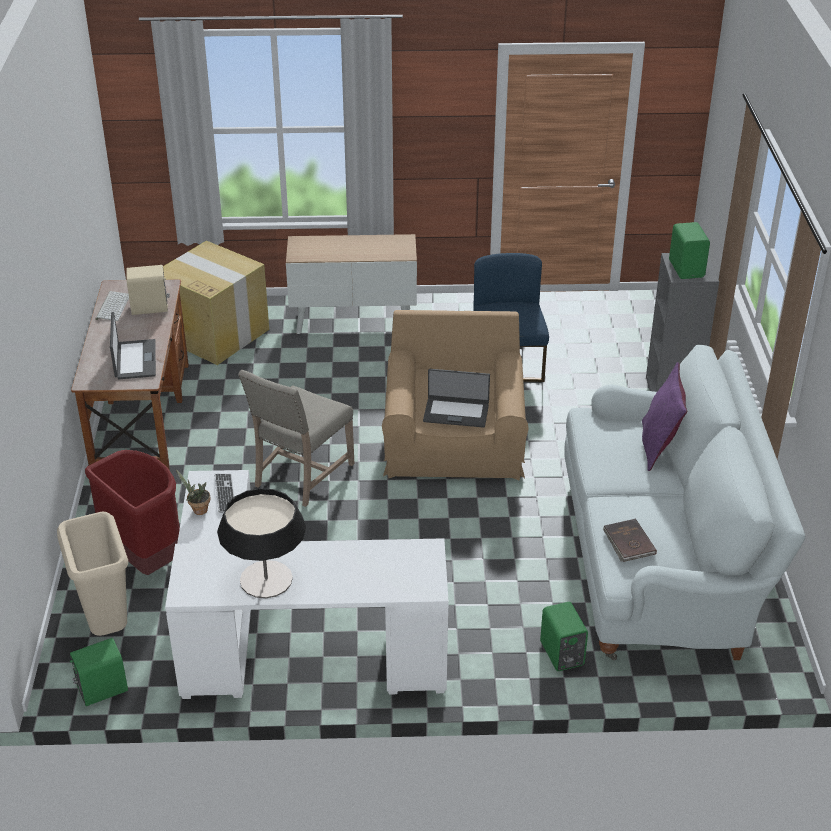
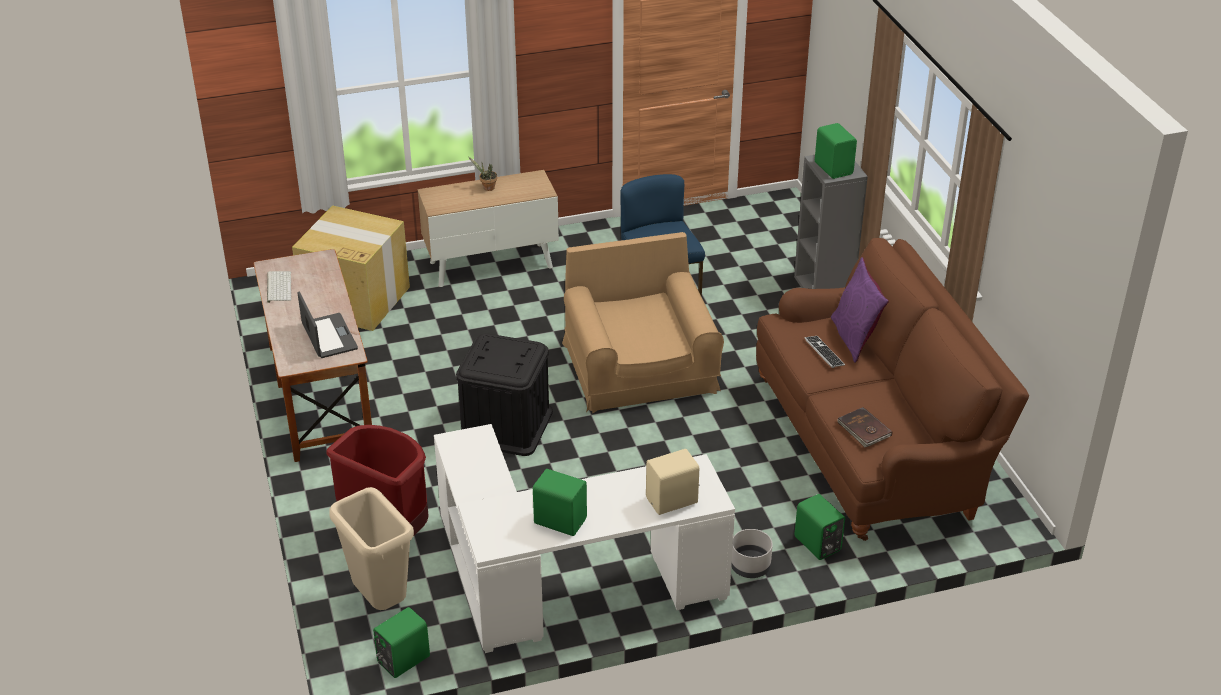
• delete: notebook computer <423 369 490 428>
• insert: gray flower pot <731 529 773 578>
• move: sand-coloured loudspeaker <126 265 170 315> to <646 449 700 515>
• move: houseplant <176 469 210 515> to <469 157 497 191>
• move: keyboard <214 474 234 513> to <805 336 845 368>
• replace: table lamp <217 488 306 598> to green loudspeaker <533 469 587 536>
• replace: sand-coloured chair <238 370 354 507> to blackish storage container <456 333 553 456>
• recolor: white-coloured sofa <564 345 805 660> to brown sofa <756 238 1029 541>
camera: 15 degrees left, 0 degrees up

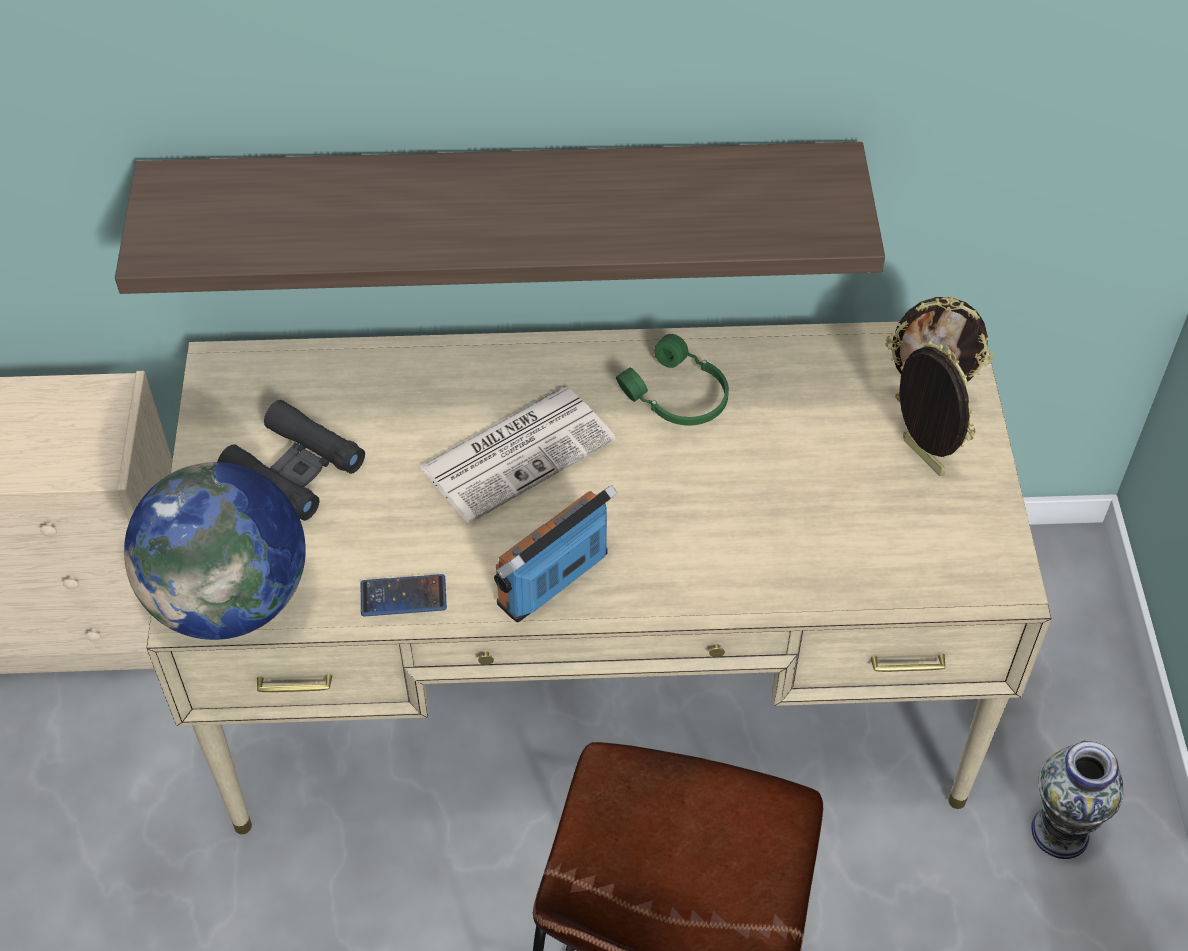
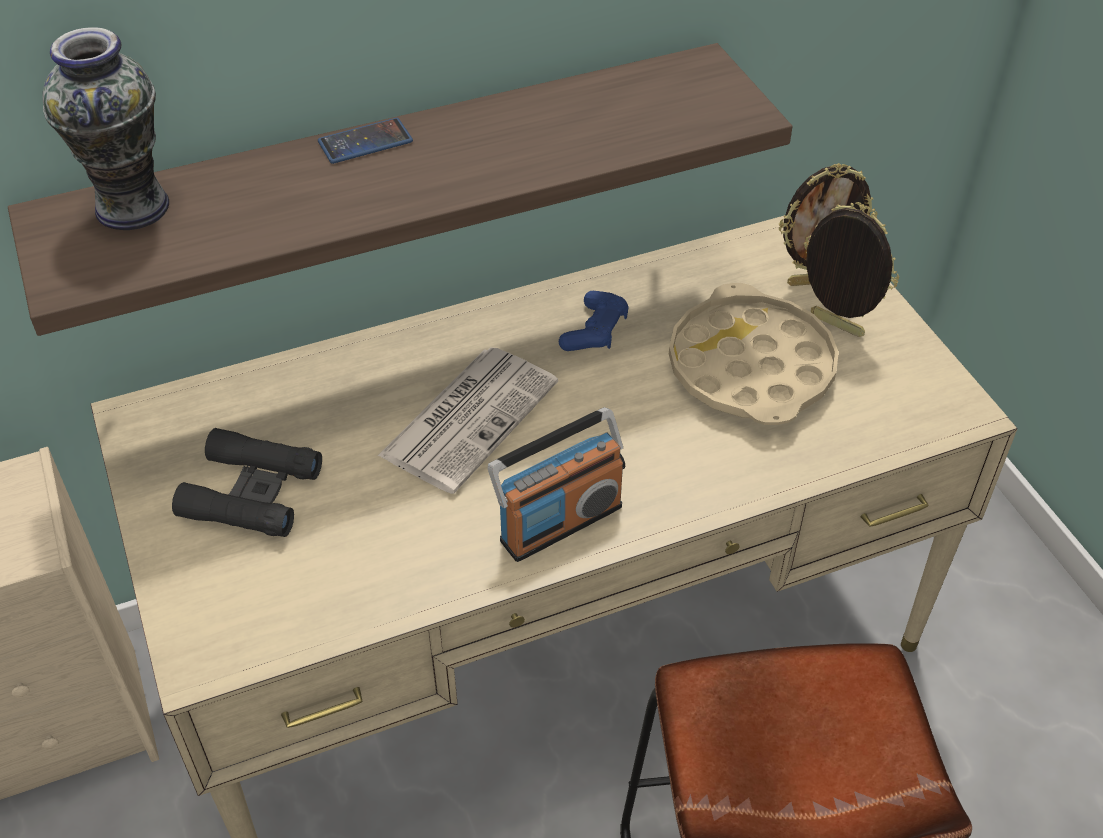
• delete: world globe <124 462 306 640>
• insert: sand-coloured serving tray <669 283 839 425>
• move: phone <361 574 447 617> to <318 118 413 164>
• move: decorative vase <1031 741 1123 859> to <43 27 169 230>
• replace: green headphones <616 334 729 425> to blue gamepad <559 291 628 351>
• rotate: radio receiver <494 485 618 622> = <488 407 625 562> 150 degrees counterclockwise
camera: 20 degrees left, 5 degrees down

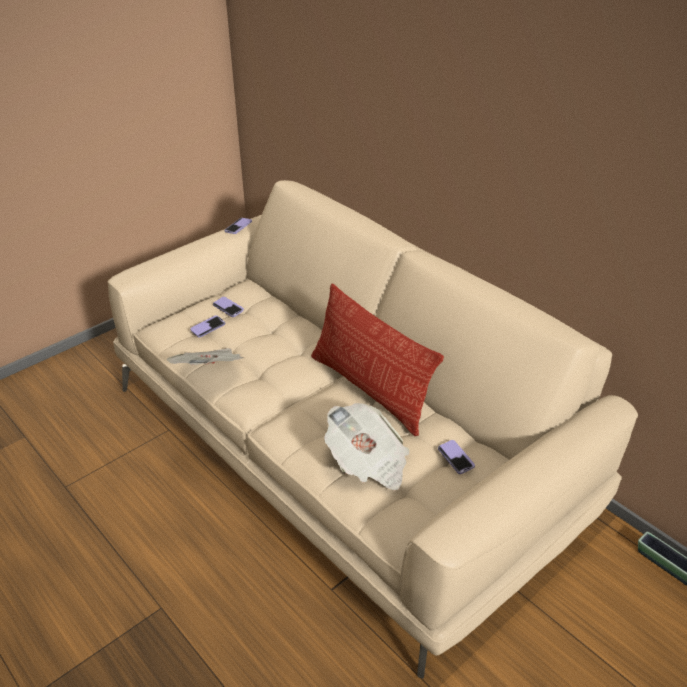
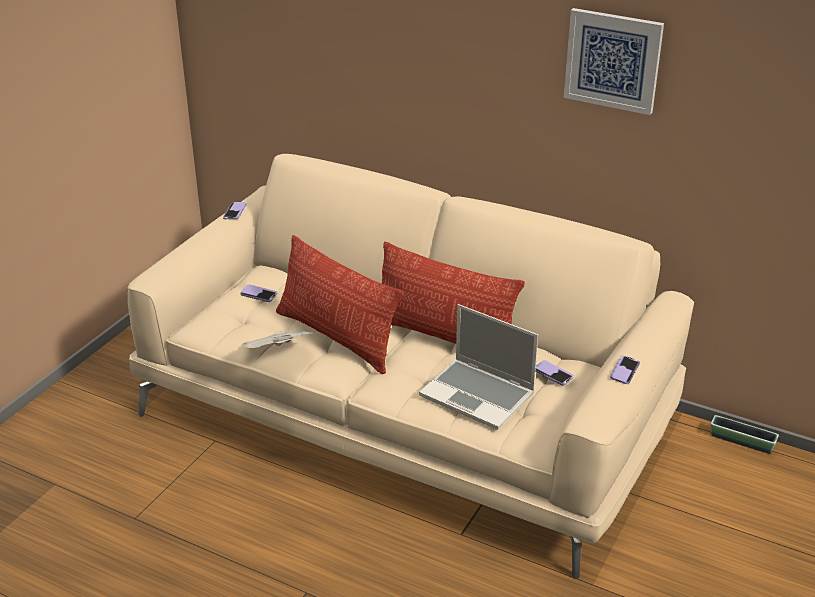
• insert: cushion <276 235 404 374>
• insert: wall art <564 8 664 115>
• move: phone <190 315 225 337> to <610 355 640 384>
• replace: newspaper <324 403 410 490> to notebook computer <419 304 538 430>
camera: 20 degrees left, 5 degrees down

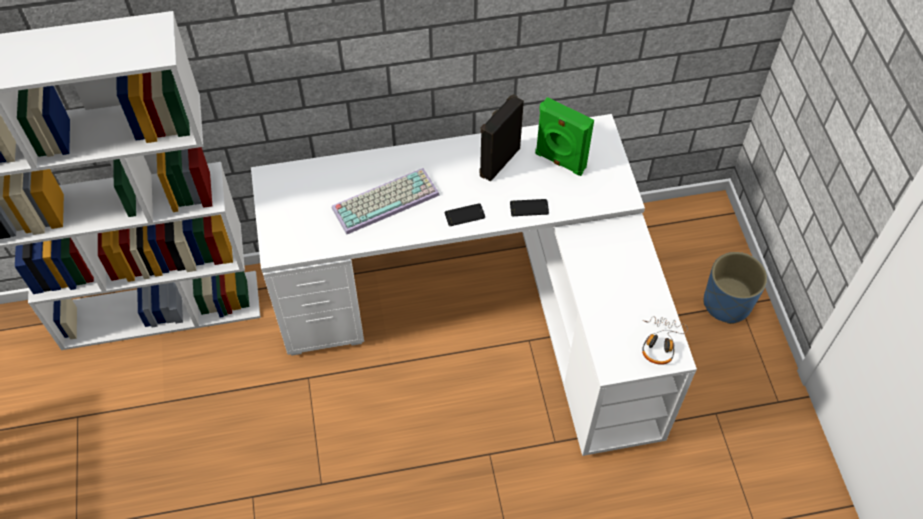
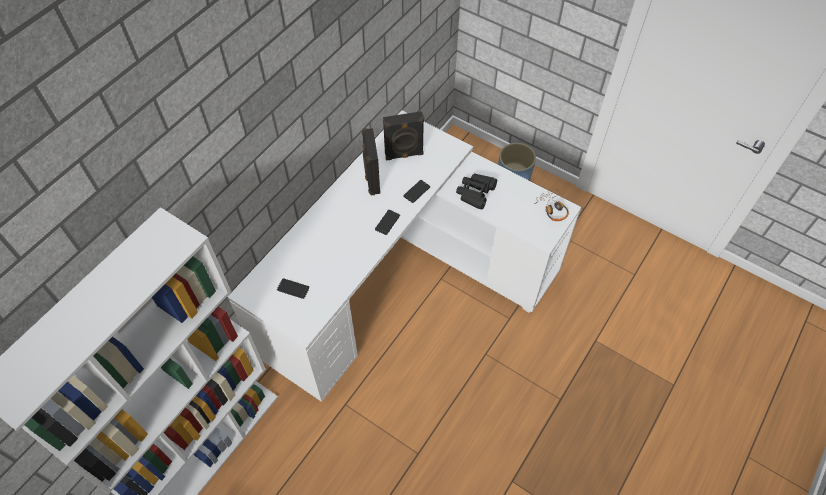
• delete: keyboard <332 168 439 235>
• insert: phone <277 278 309 299>
• insert: blackish binoculars <456 173 497 210>
• recolor: green loudspeaker <535 97 594 176> to blackish loudspeaker <383 111 424 160>
camera: 45 degrees left, 0 degrees up

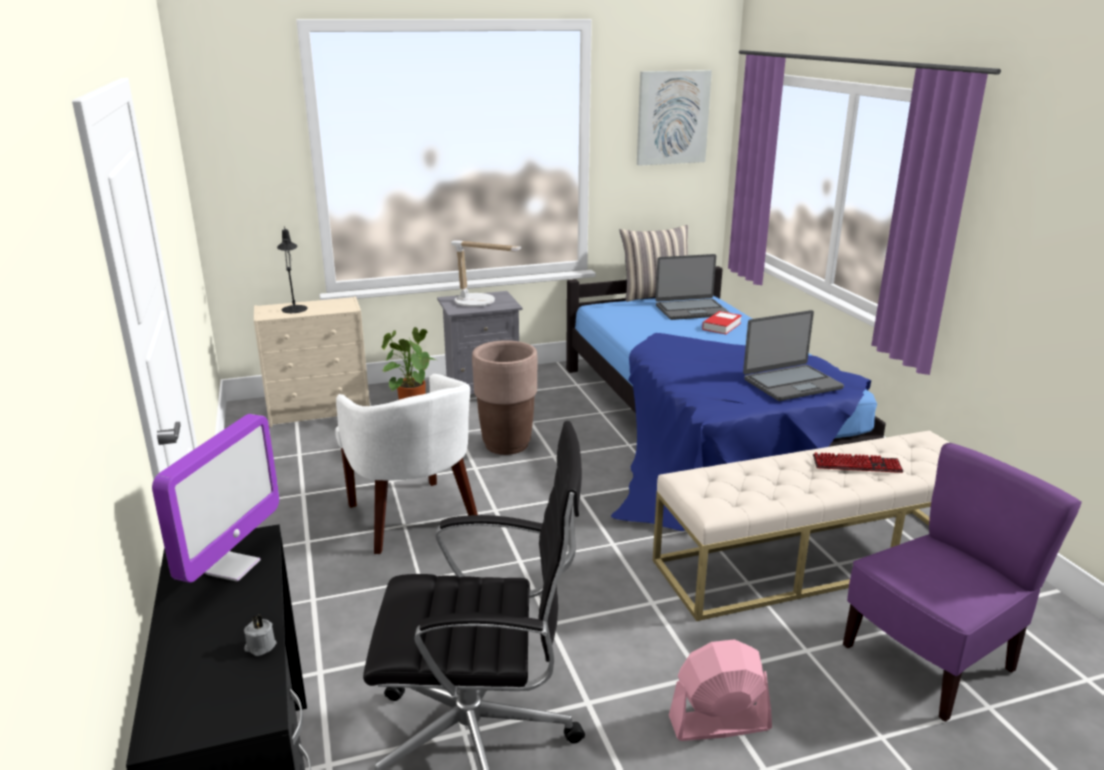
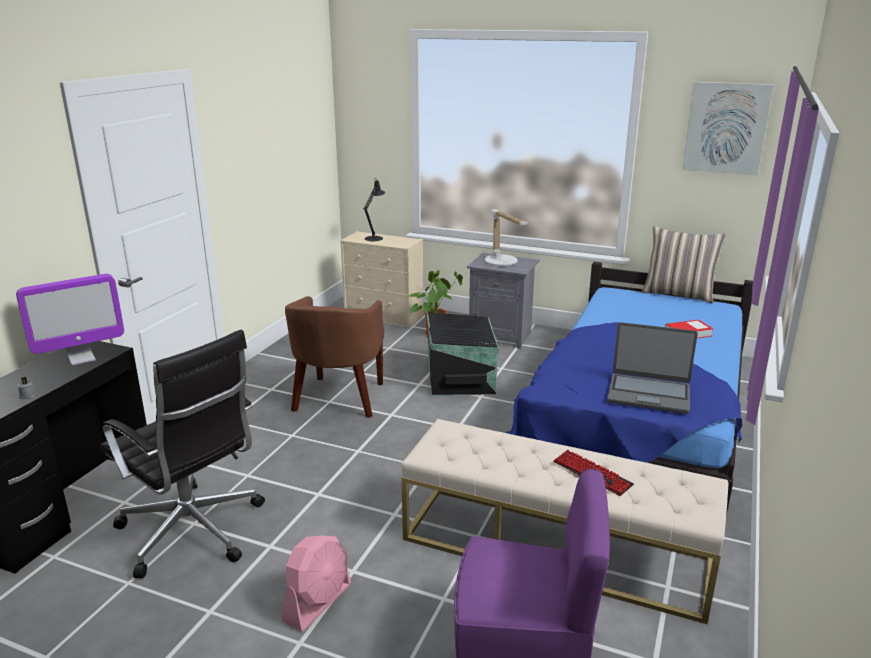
• delete: notebook computer <655 254 730 320>
• replace: brown flower pot <472 340 538 455> to blackish storage container <427 313 499 396>
• recolor: white-coloured lounge chair <335 374 478 554> to brown lounge chair <285 296 384 418>
• rotate: pink-coloured electric fan <669 639 772 741> = <282 536 351 631> 90 degrees clockwise
camera: 40 degrees right, 0 degrees up

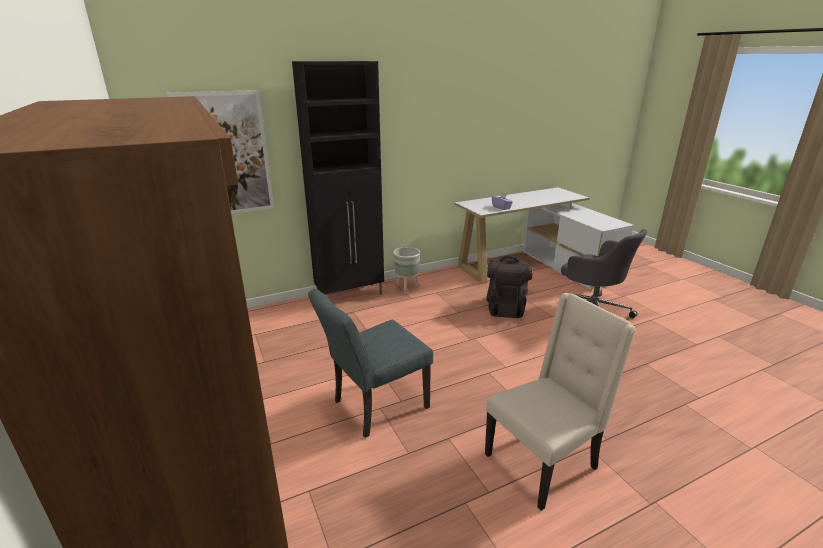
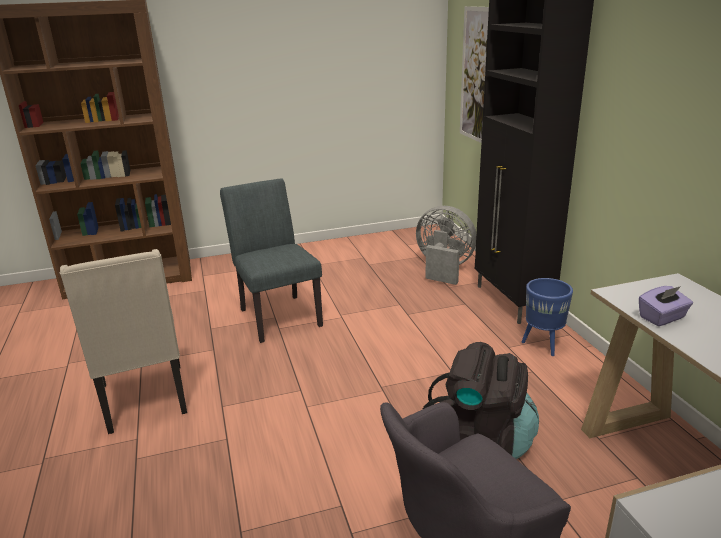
• insert: gray electric fan <416 206 476 285>
• recolor: gray flower pot <393 247 420 294> to blue flower pot <521 278 573 356>
camera: 100 degrees right, 0 degrees up

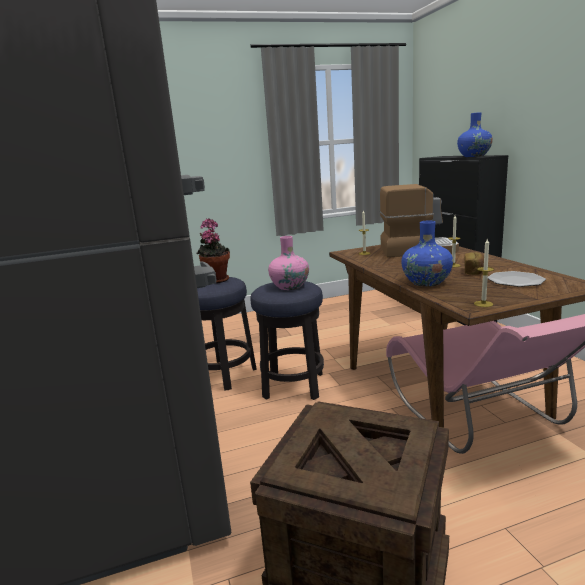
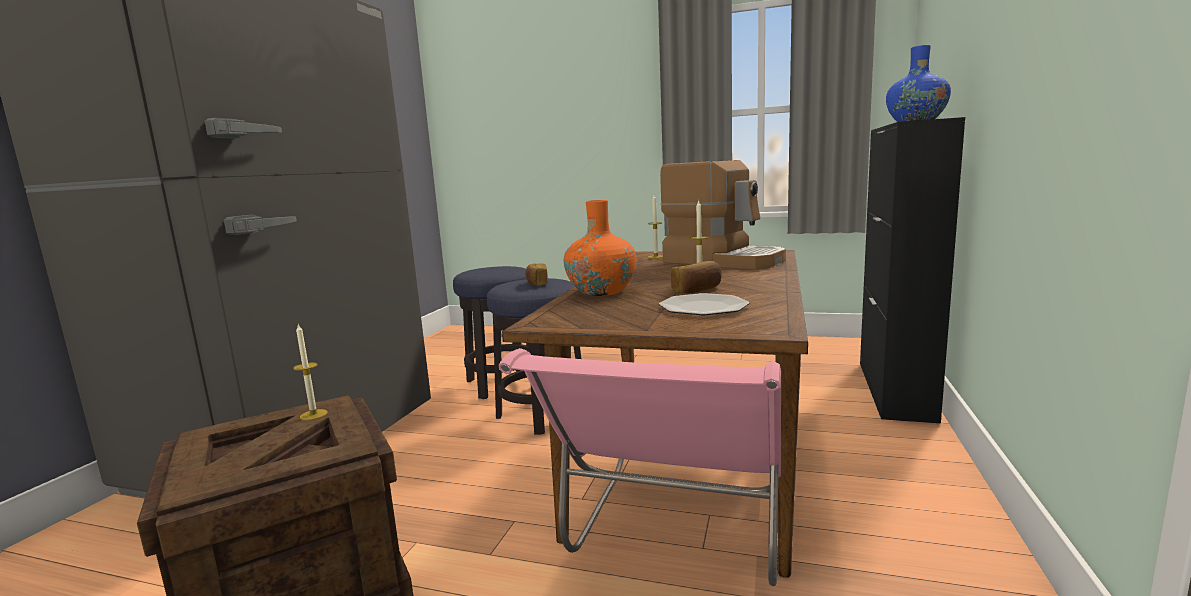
• delete: houseplant <196 218 230 283>
• move: wax light <474 238 494 307> to <293 324 328 420>
• replace: pink-coloured decorative vase <268 236 309 290> to bread <525 263 548 286>
• recolor: blue decorative vase <402 221 453 287> to orange-coloured decorative vase <564 200 636 296>
camera: 35 degrees right, 5 degrees down

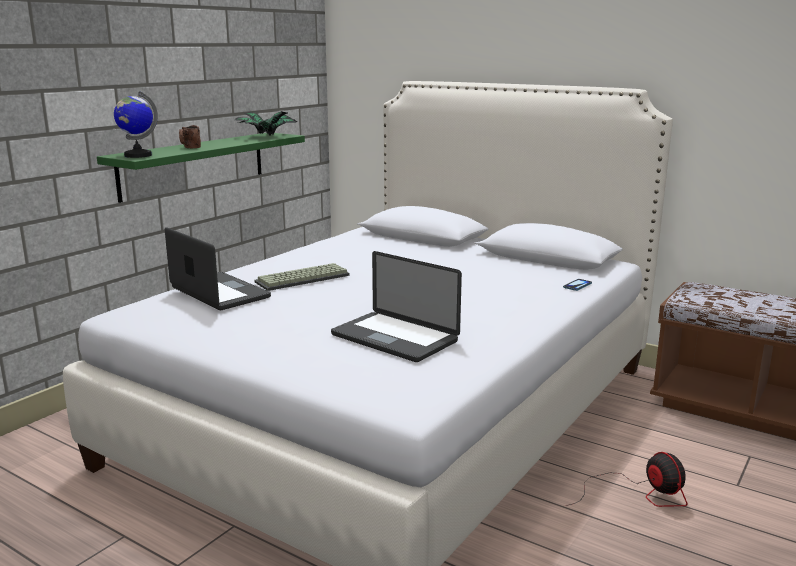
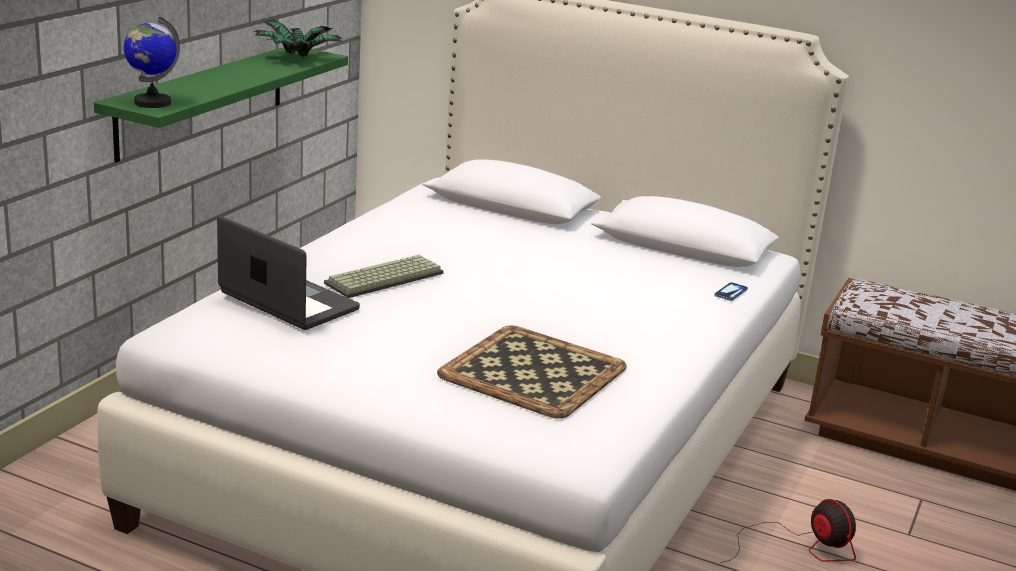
• delete: brown tea mug <179 125 201 148>
• replace: notebook computer <331 251 462 362> to serving tray <437 325 627 419>
camera: 10 degrees left, 5 degrees up

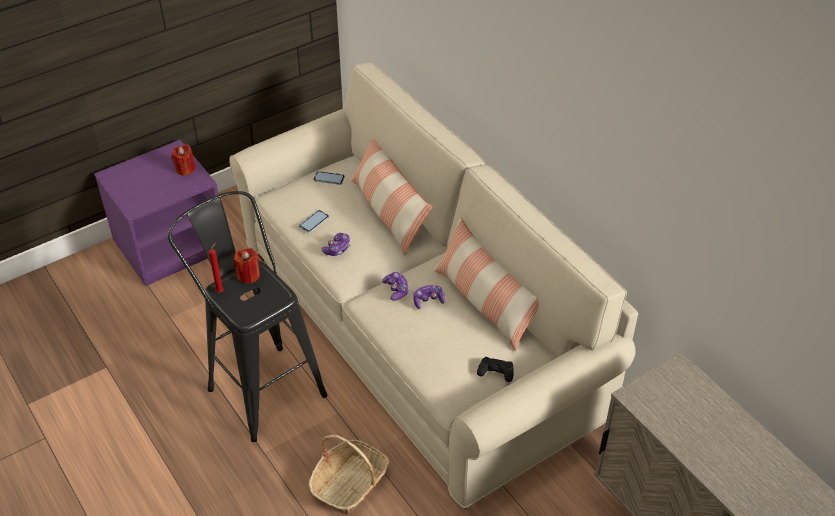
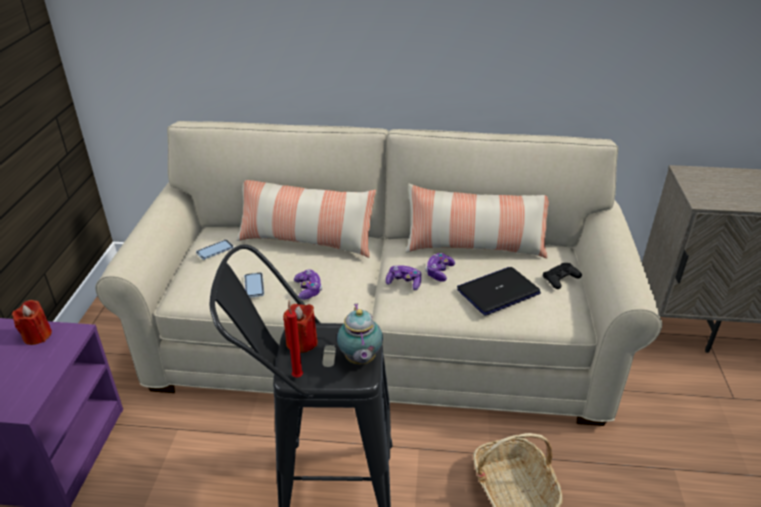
• insert: tea pot <337 304 383 364>
• insert: notebook computer <457 267 541 315>
camera: 50 degrees left, 10 degrees down

